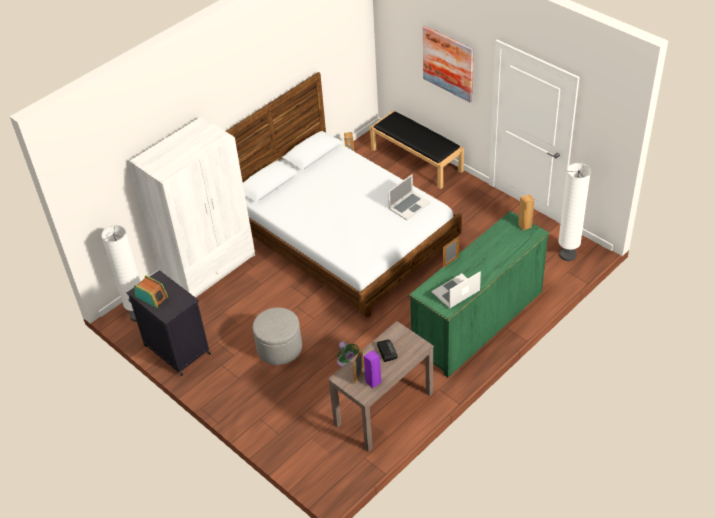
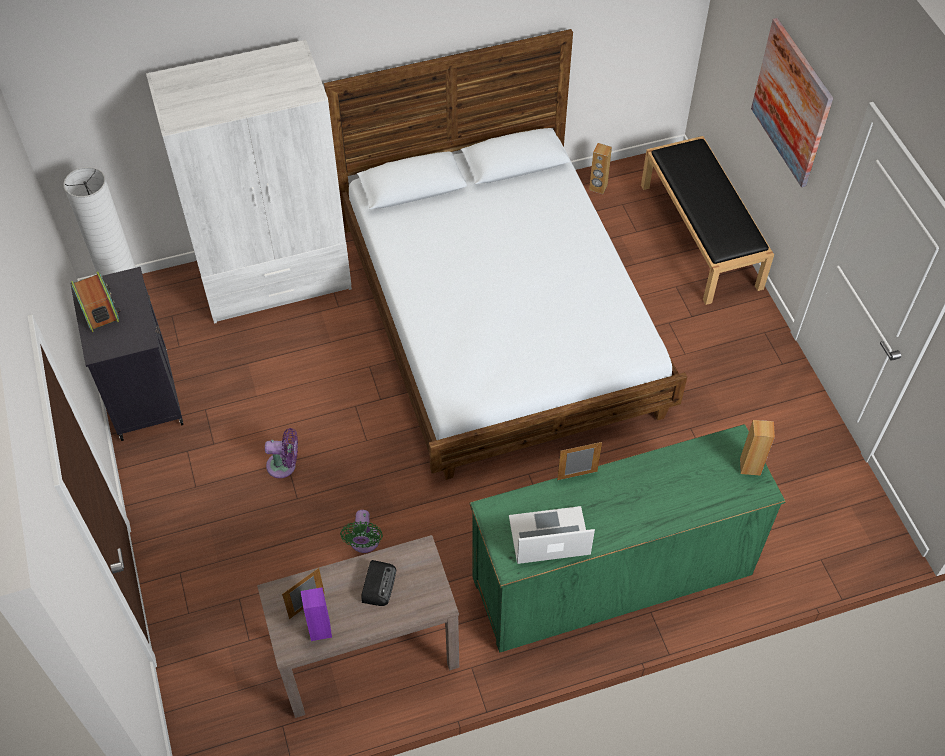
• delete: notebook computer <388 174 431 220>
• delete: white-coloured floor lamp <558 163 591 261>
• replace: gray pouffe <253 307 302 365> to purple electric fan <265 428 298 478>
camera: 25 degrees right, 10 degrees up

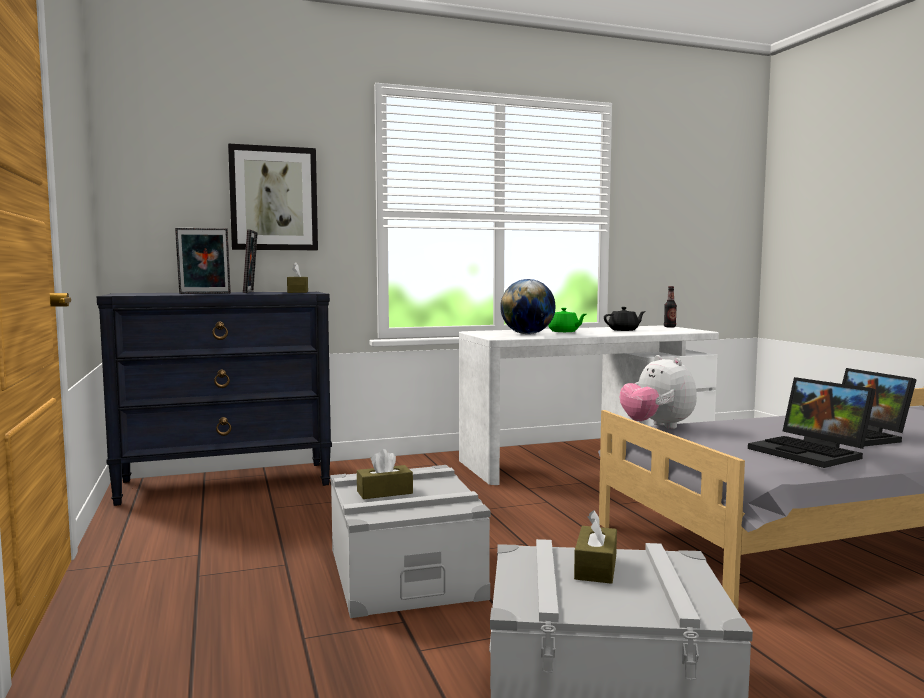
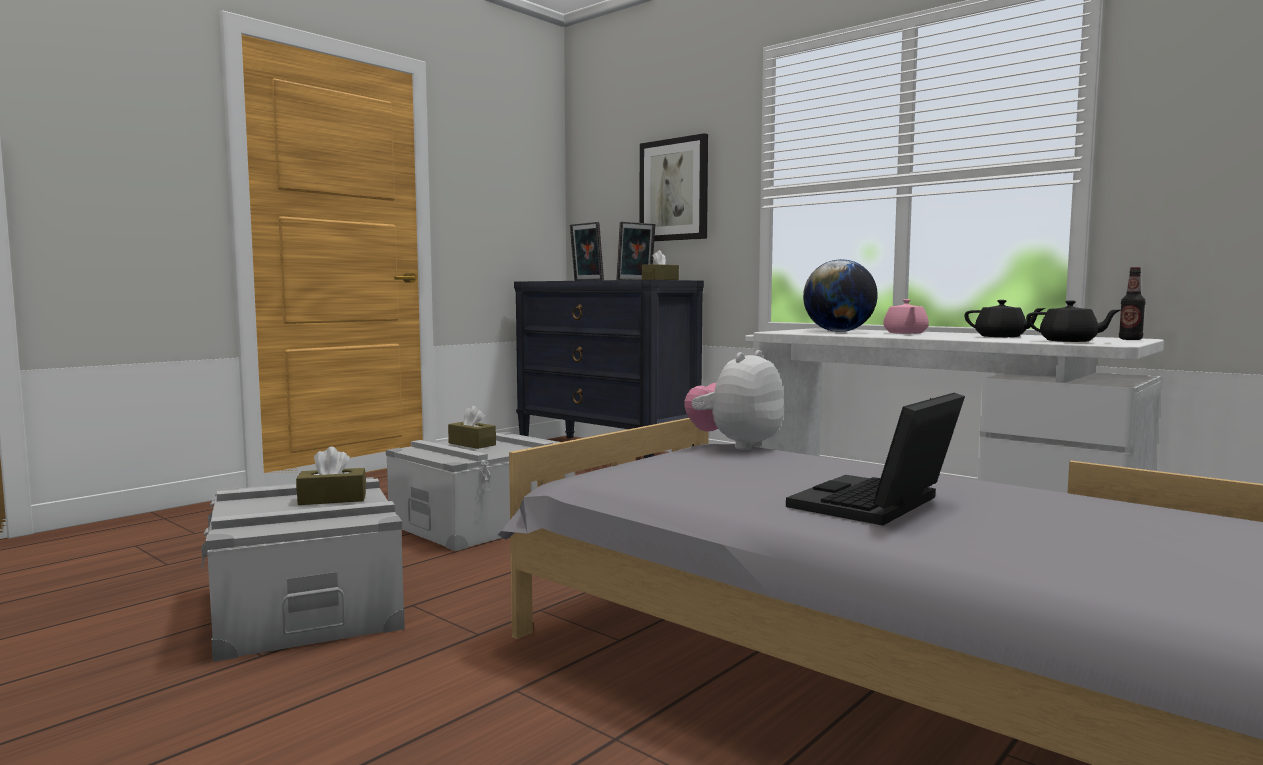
• delete: notebook computer <748 377 876 468>
• insert: blackish tea pot <1026 300 1121 342>
• recolor: green tea pot <548 308 586 332> to pink-coloured tea pot <883 299 929 334>
camera: 60 degrees right, 0 degrees up

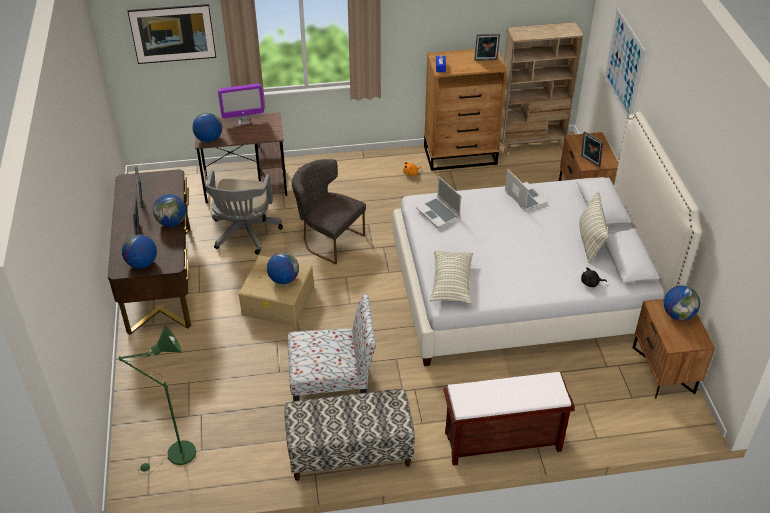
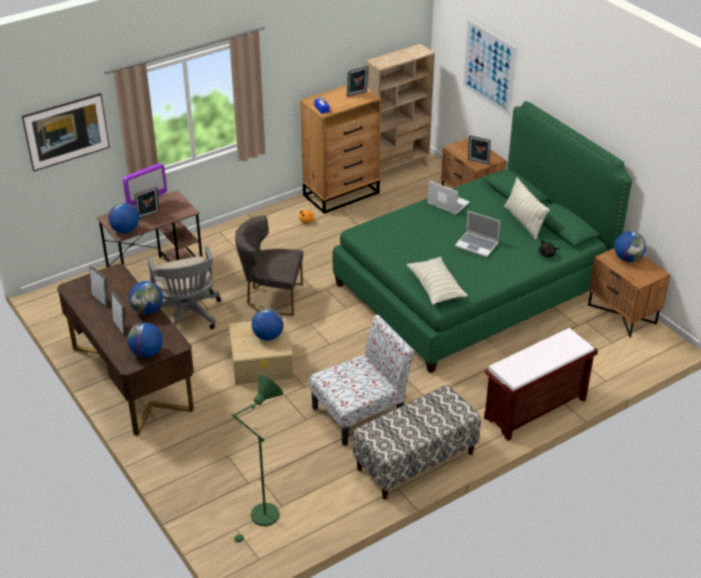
• insert: photo frame <134 186 159 219>
• move: notebook computer <416 176 461 228> to <455 211 500 257>
• recolor: white-coloured bedroom bed <392 111 702 366> to green bedroom bed <333 101 632 373>
camera: 25 degrees left, 5 degrees down

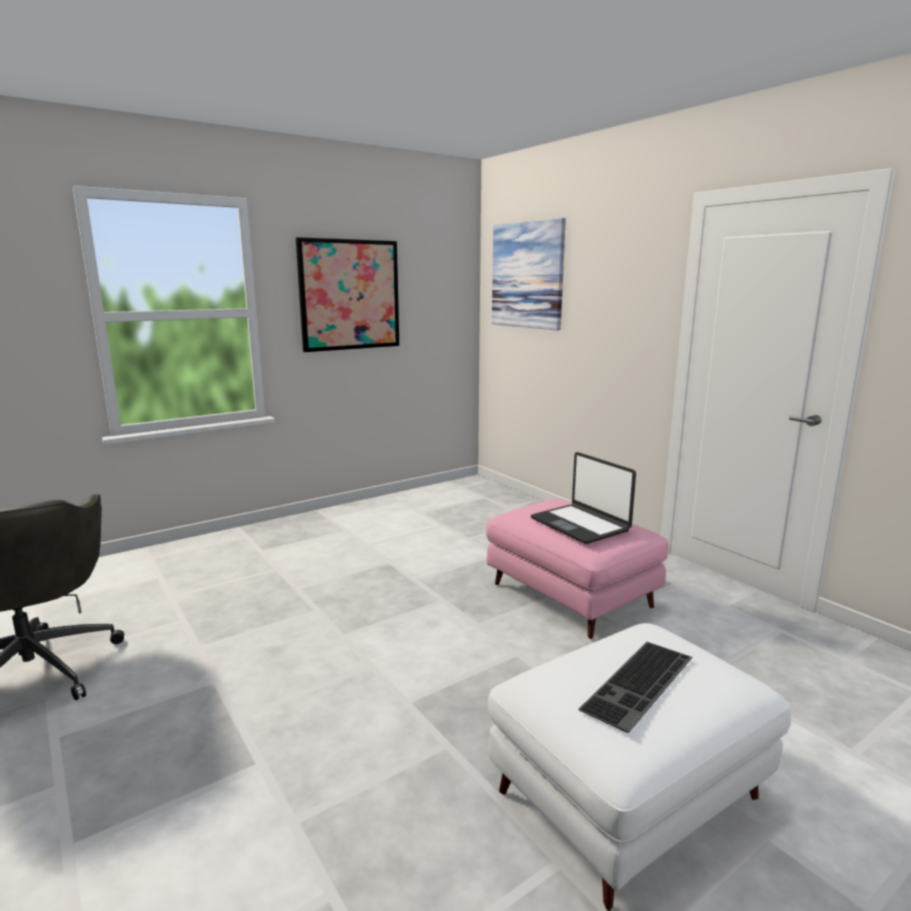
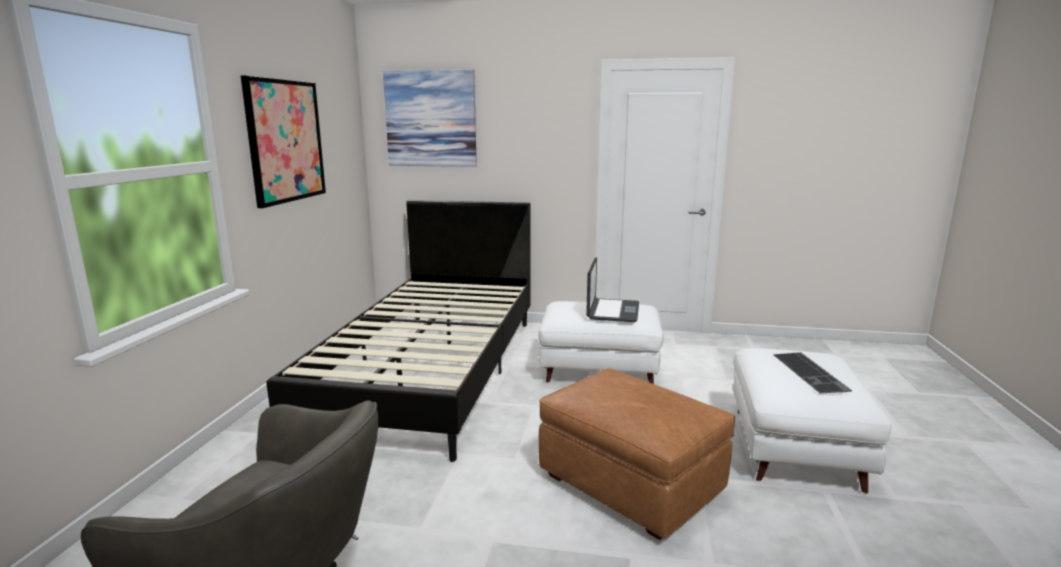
• insert: blackish bedroom bed <266 200 530 462>
• insert: brown pouffe <539 368 735 540>
• recolor: pink-coloured pouffe <486 499 669 639> to white-coloured pouffe <539 301 664 384>
• rotate: notebook computer <531 452 636 544> = <586 257 639 322> 90 degrees counterclockwise
camera: 45 degrees left, 0 degrees up

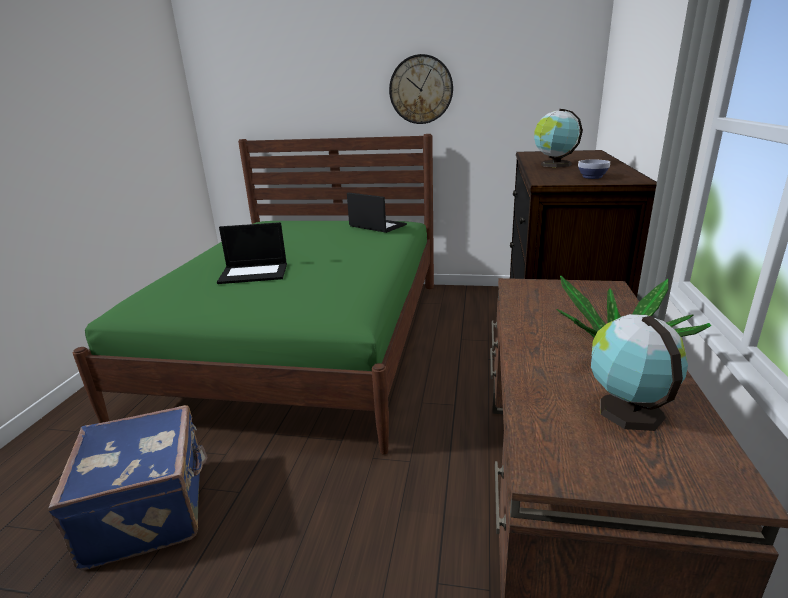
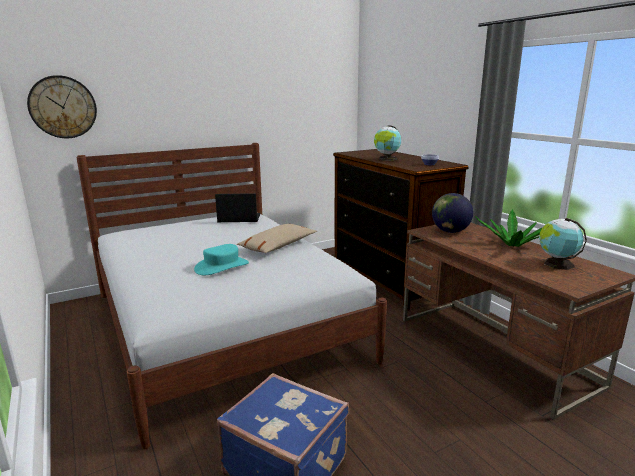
• insert: sand-coloured cushion <237 224 317 253>
• insert: world globe <432 193 473 233>
• move: clock on the wall <389 54 453 124> to <27 75 97 138>
• replace: notebook computer <217 222 287 284> to turquoise hat <194 244 249 275>
• recolor: green bedroom bed <73 134 434 455> to white-coloured bedroom bed <76 143 387 449>
camera: 40 degrees left, 5 degrees down

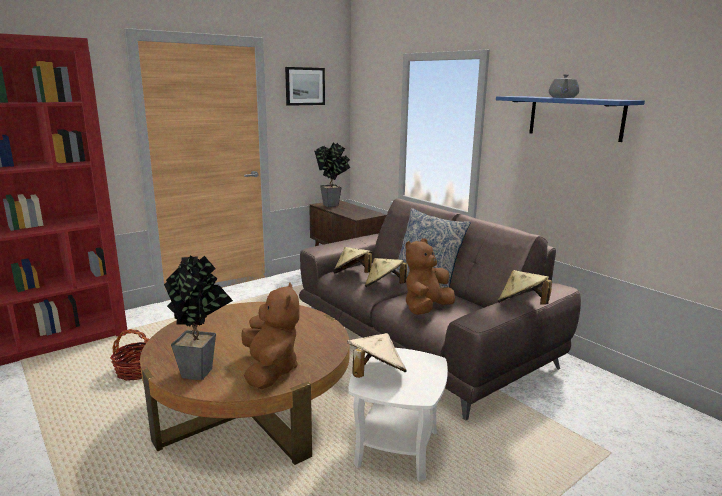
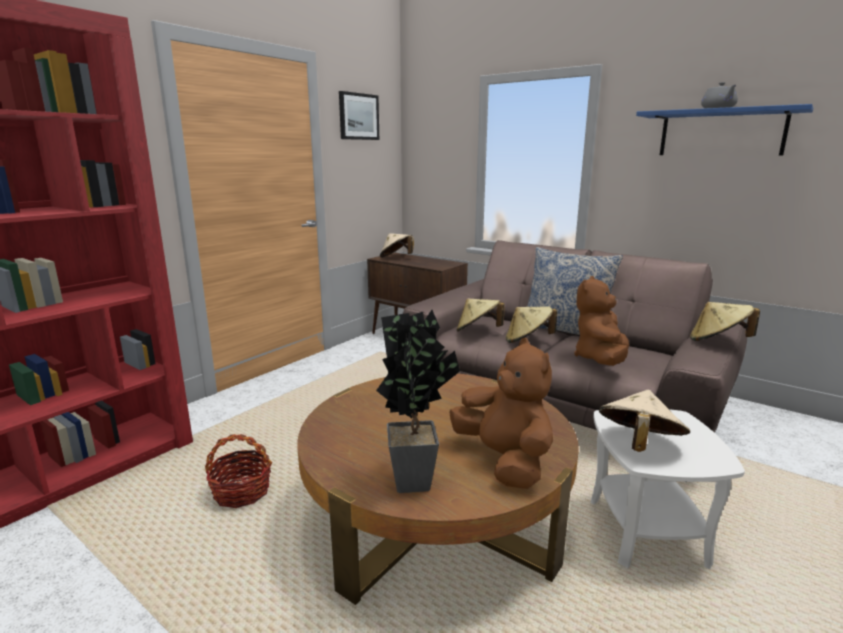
• replace: houseplant <314 143 350 207> to sand-coloured hat <380 233 414 258>
camera: 15 degrees left, 0 degrees up

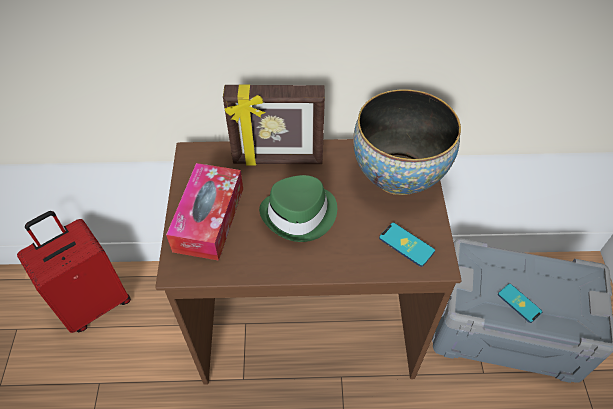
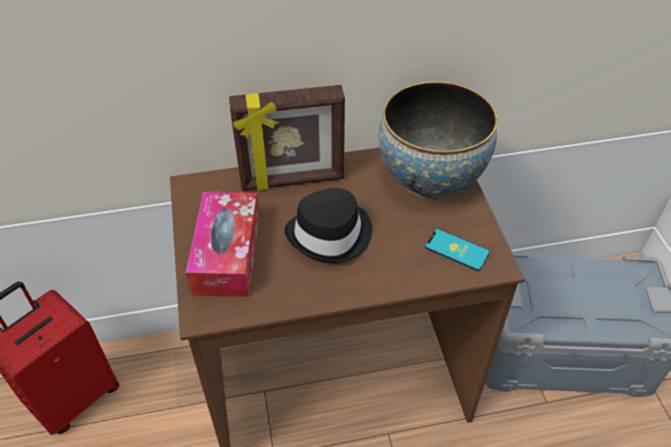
• delete: phone <498 284 542 323>
• recolor: green hat <259 175 337 242> to blackish hat <285 188 372 263>
camera: 10 degrees left, 5 degrees down

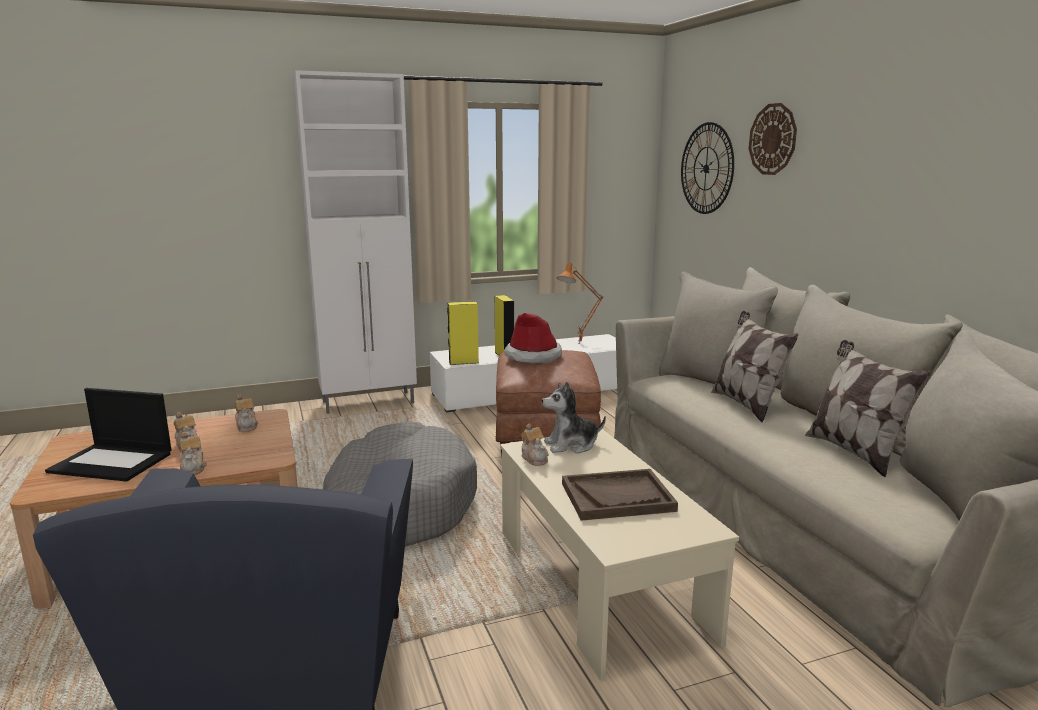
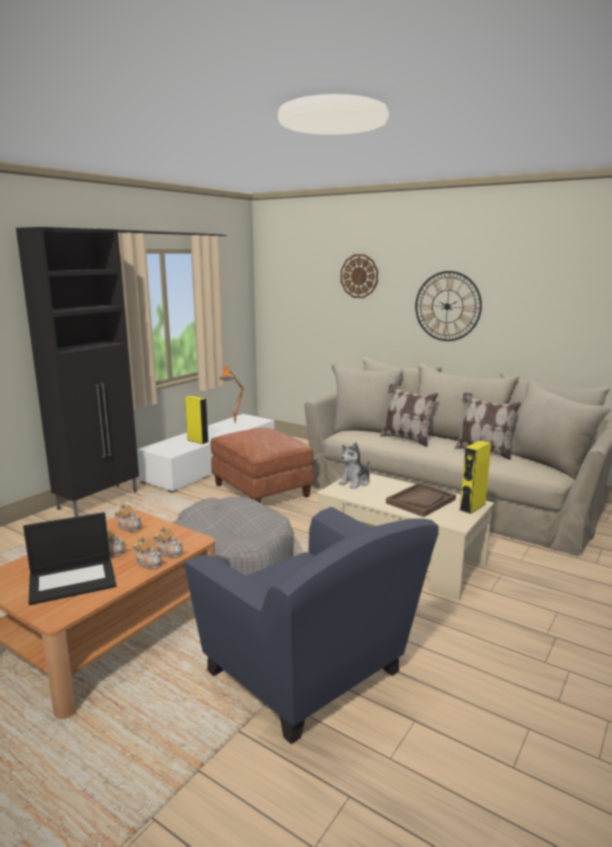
• delete: hat <504 313 562 363>
• move: yellow-coloured loudspeaker <447 301 479 365> to <460 440 491 514>
• move: tea pot <521 424 549 466> to <153 527 183 558>
• move: clock on the wall <681 122 734 214> to <415 271 482 341>
• recolor: white-coloured cupboard <292 70 417 414> to blackish cupboard <16 227 139 517>
camera: 35 degrees left, 0 degrees up

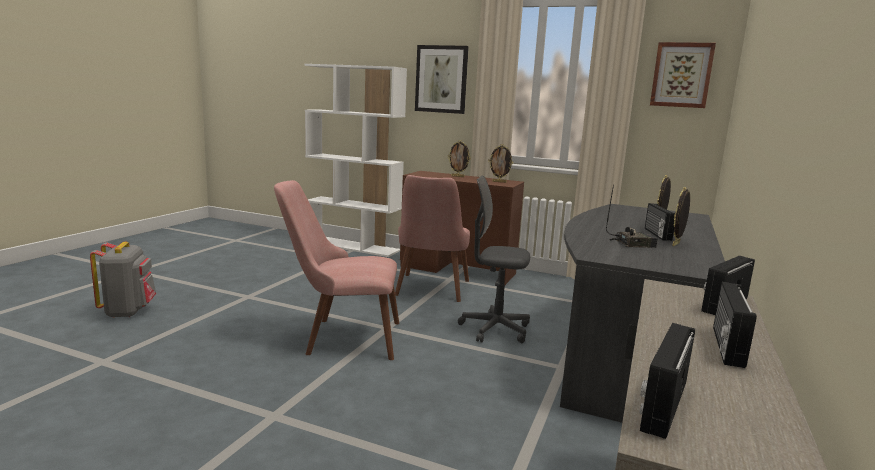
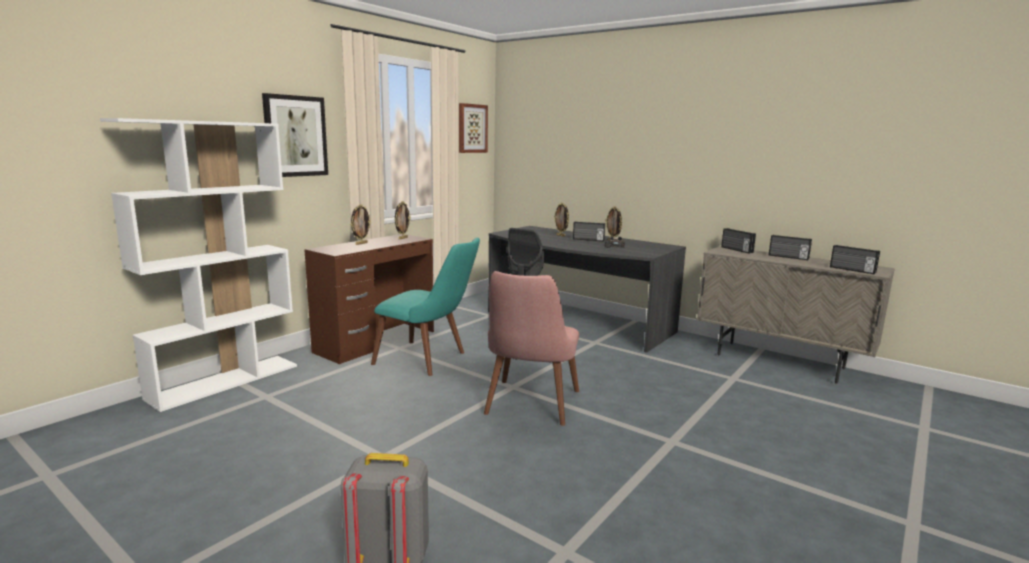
• recolor: pink-coloured chair <395 175 470 302> to turquoise chair <371 238 480 376>
camera: 75 degrees left, 0 degrees up

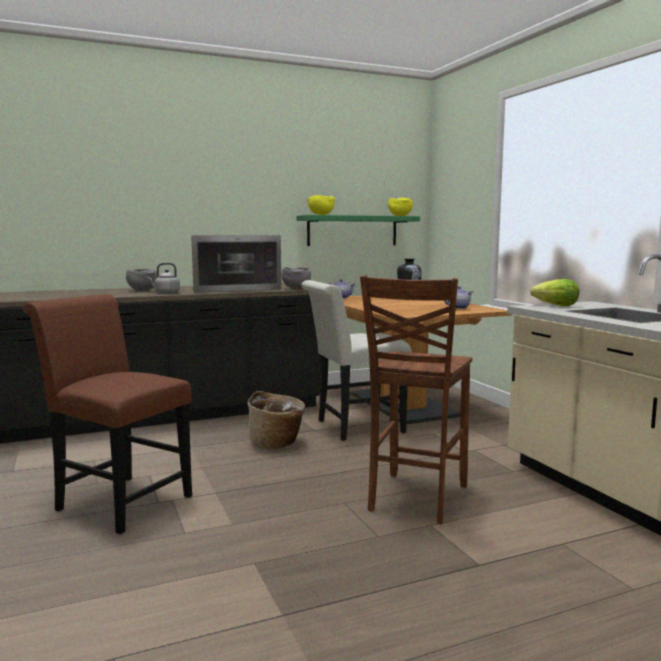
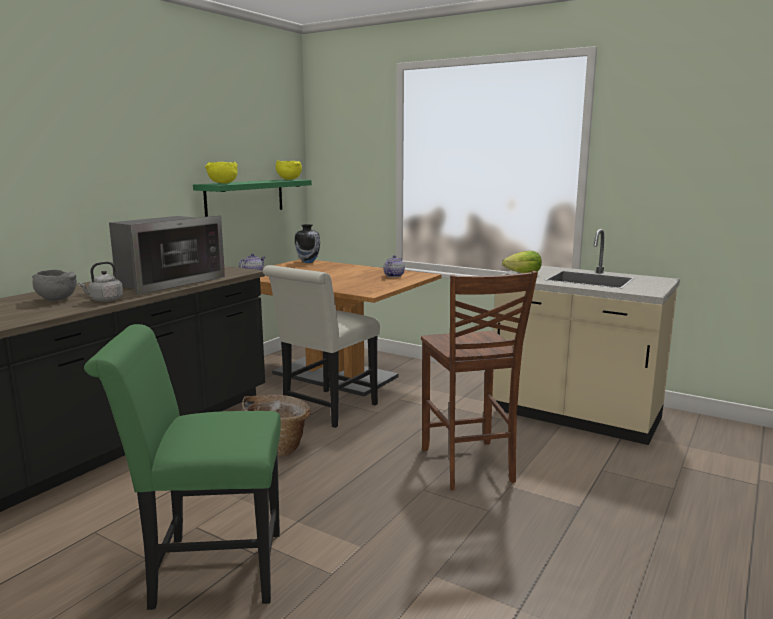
• delete: gray deep dish <282 267 311 289>
• recolor: brown chair <23 294 192 534> to green chair <84 324 281 610>
camera: 35 degrees left, 5 degrees up

